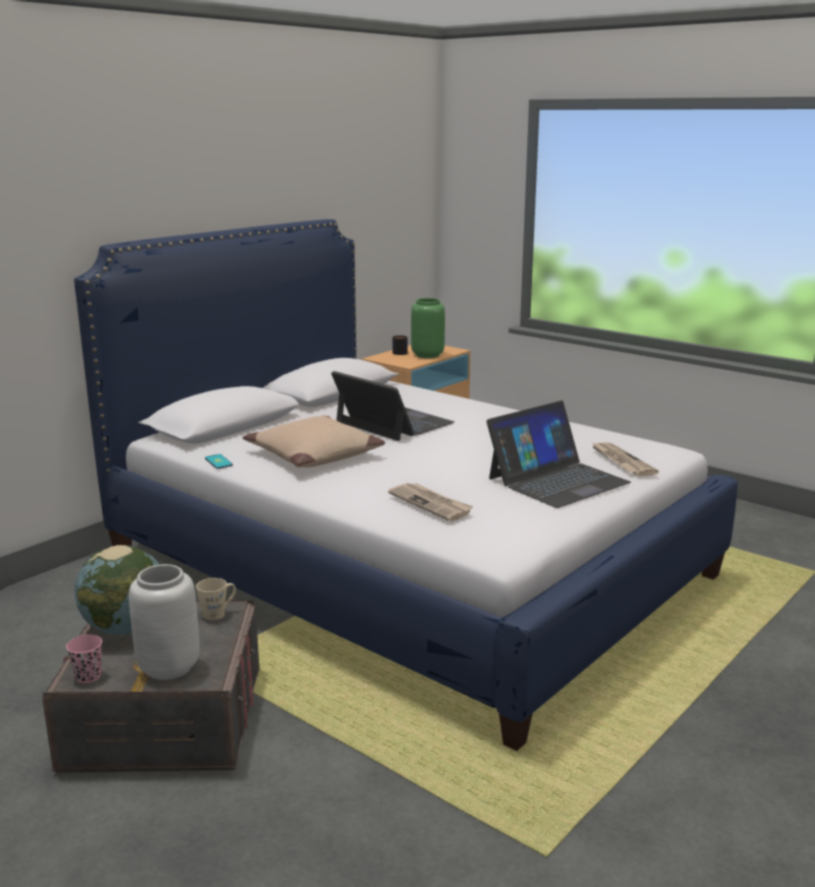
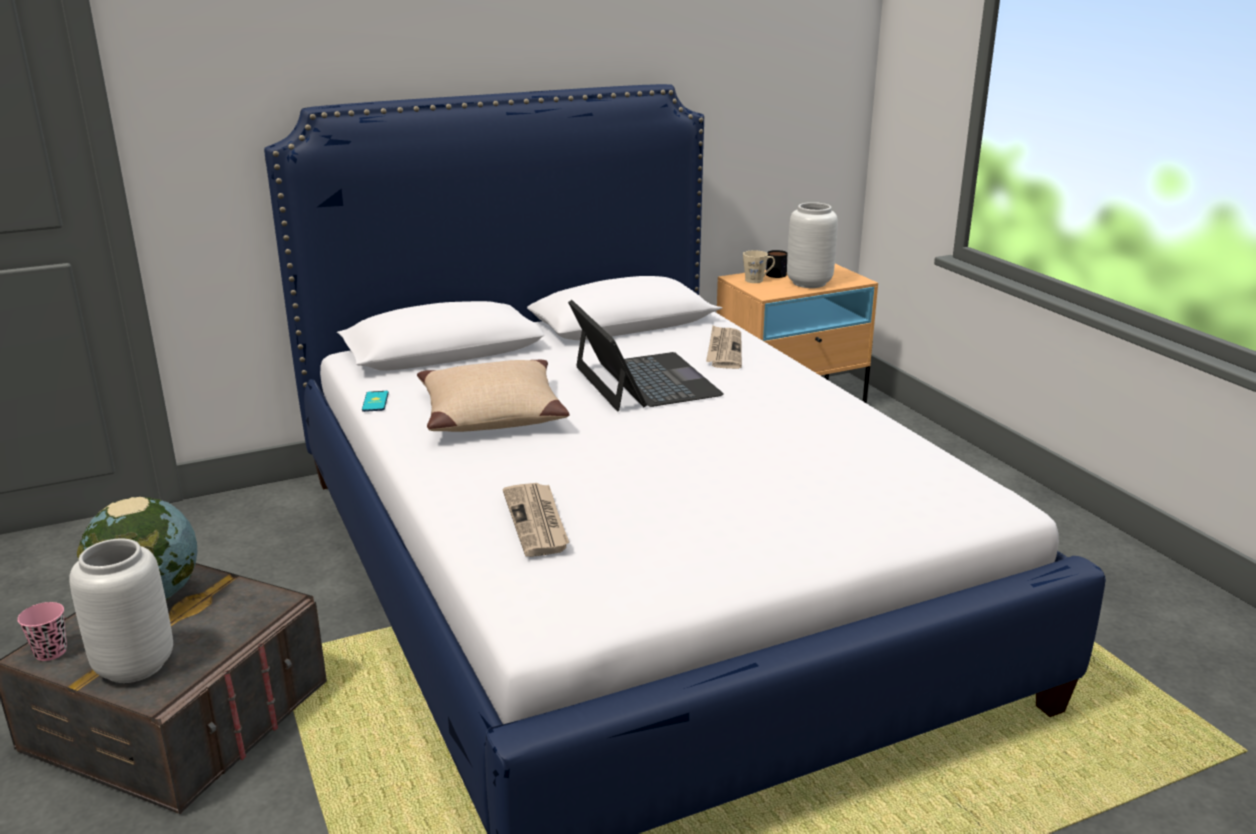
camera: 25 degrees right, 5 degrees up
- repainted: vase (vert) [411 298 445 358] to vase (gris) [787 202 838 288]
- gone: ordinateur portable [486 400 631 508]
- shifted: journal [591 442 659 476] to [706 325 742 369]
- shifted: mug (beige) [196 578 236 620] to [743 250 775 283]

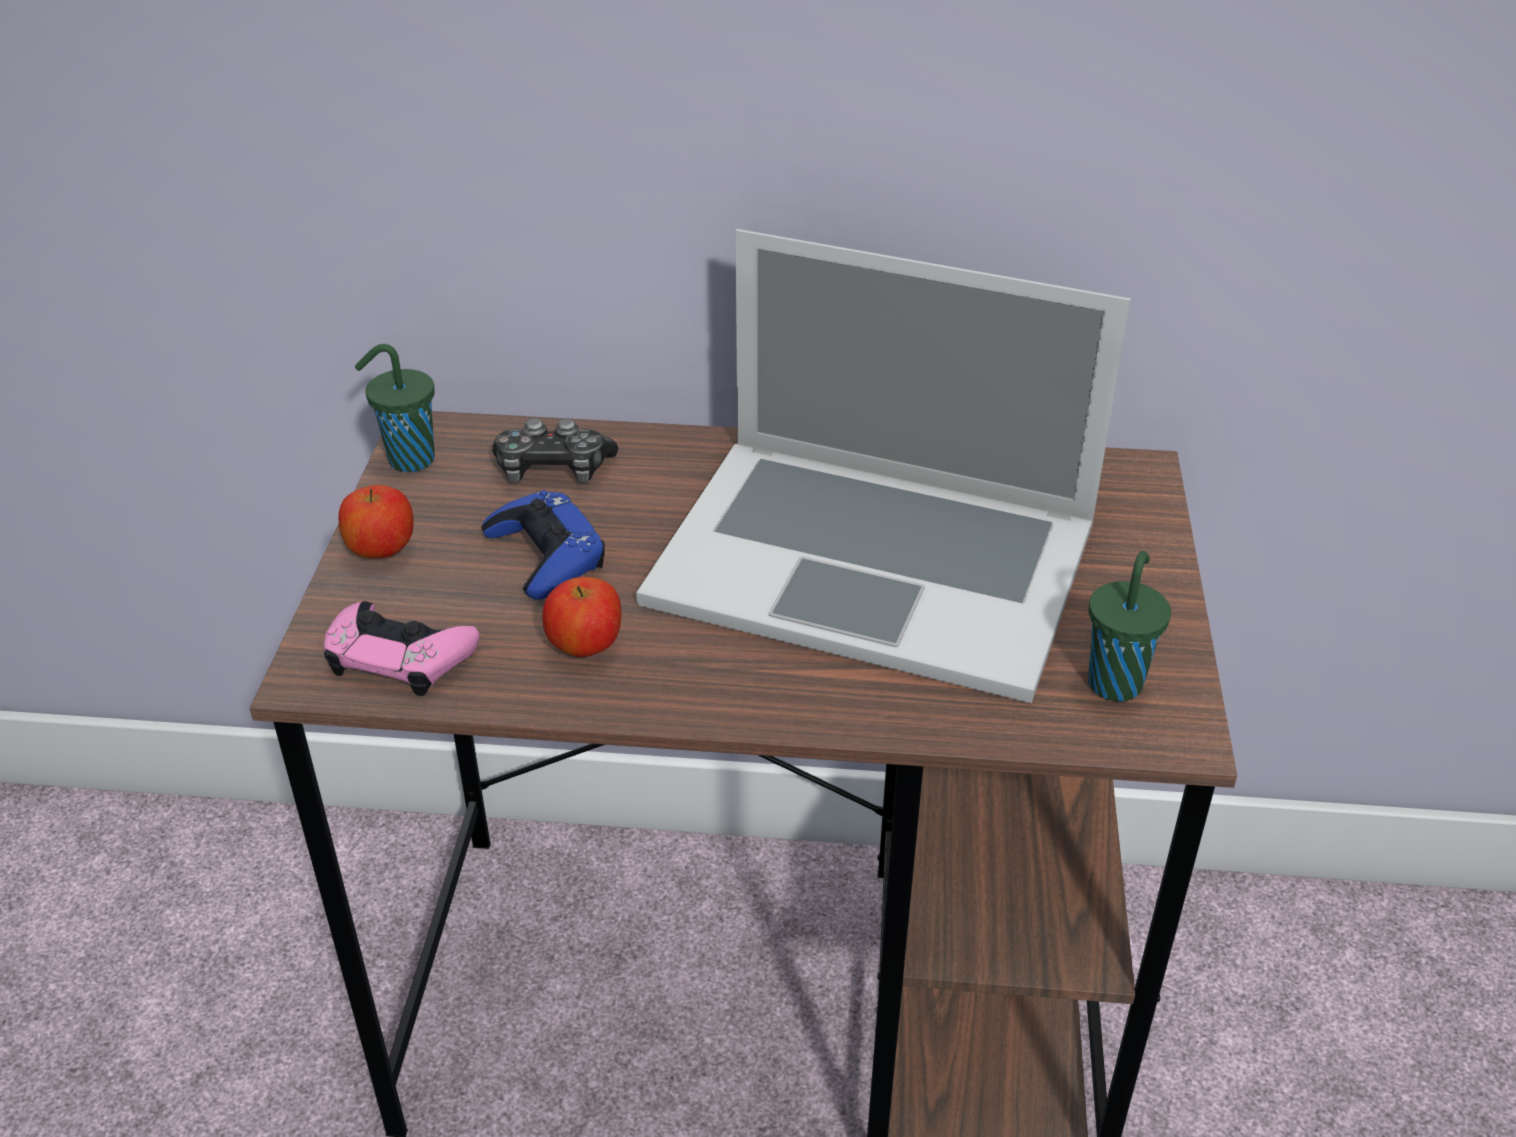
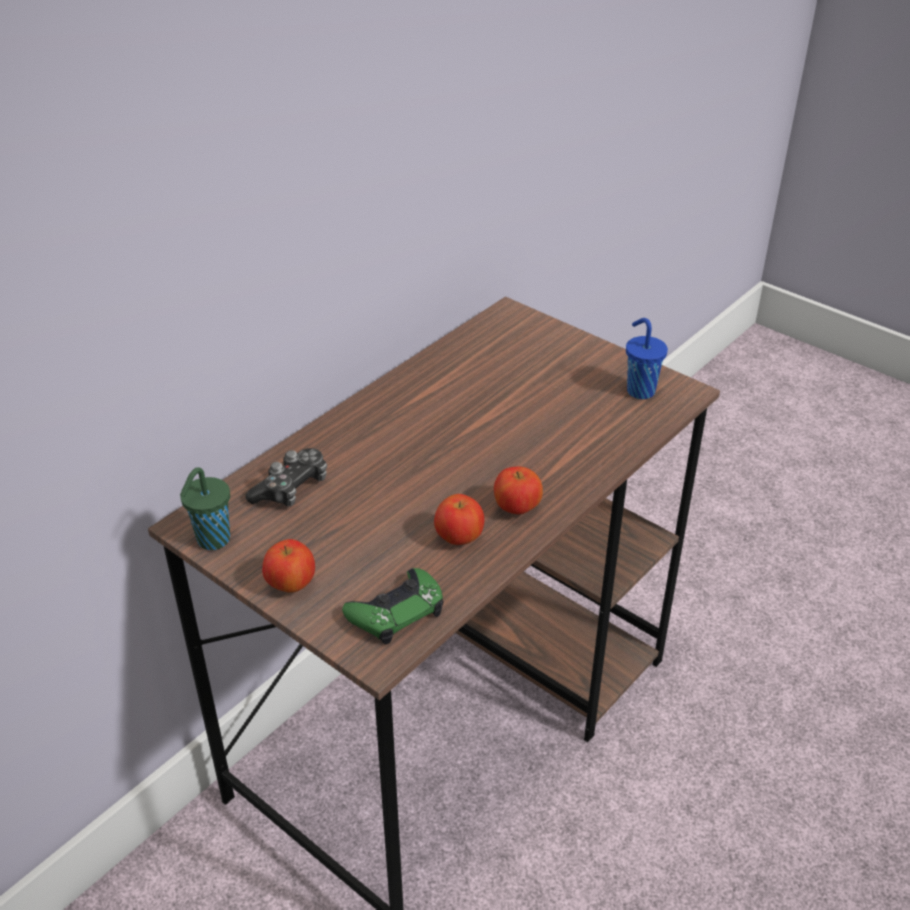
camera: 55 degrees left, 0 degrees up
- gone: ordinateur portable [636 229 1131 703]
- gone: manette (bleu) [482 491 605 600]
- repainted: tasse (vert) [1088 551 1171 702] to tasse (bleu) [626 318 668 399]
- repainted: manette (rose) [324 601 480 696] to manette (vert) [342 568 443 644]
- new: pomme [494 467 543 514]

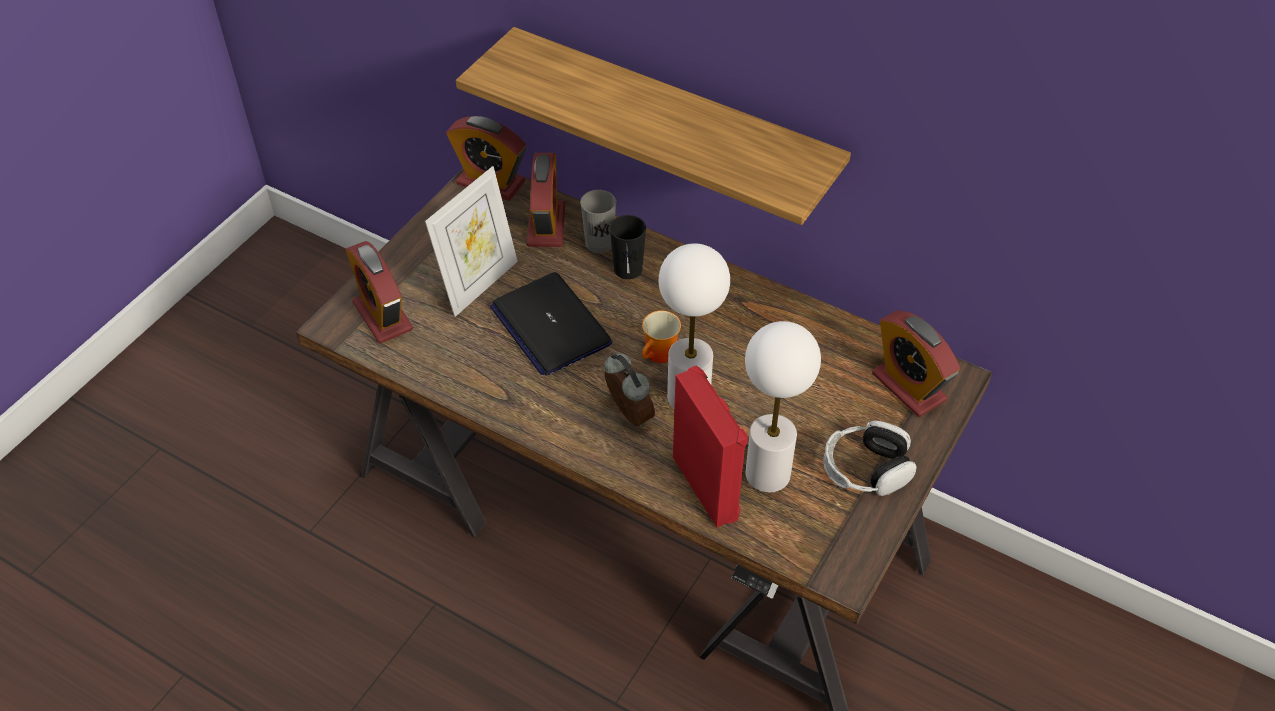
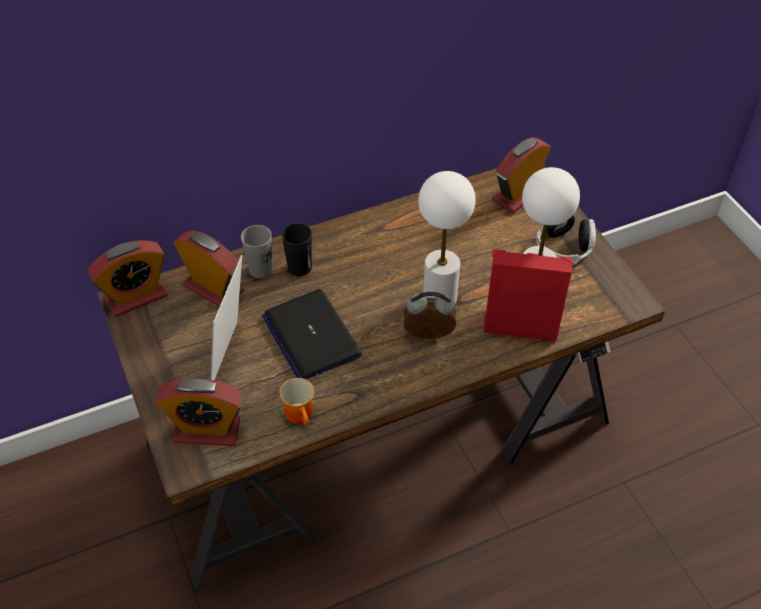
camera: 55 degrees left, 0 degrees up
- gone: étagère [456 27 851 225]
- rotated: cadre photo [425 166 518 317] = [211 255 242 380] 150 degrees counterclockwise
- rotated: ordinateur portable [490 272 612 376] = [262 289 362 379] 60 degrees clockwise
- shifted: mug [642 311 681 363] to [279 378 314 424]
- rotated: réveil [872 311 960 417] = [492 138 551 213] 135 degrees clockwise

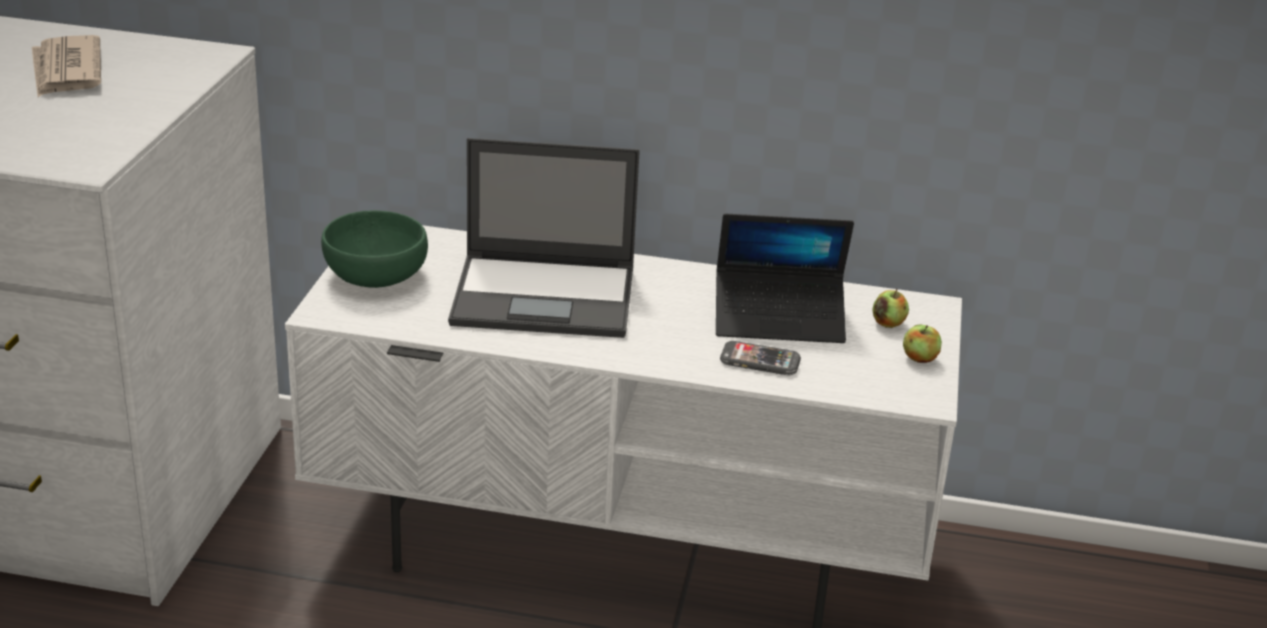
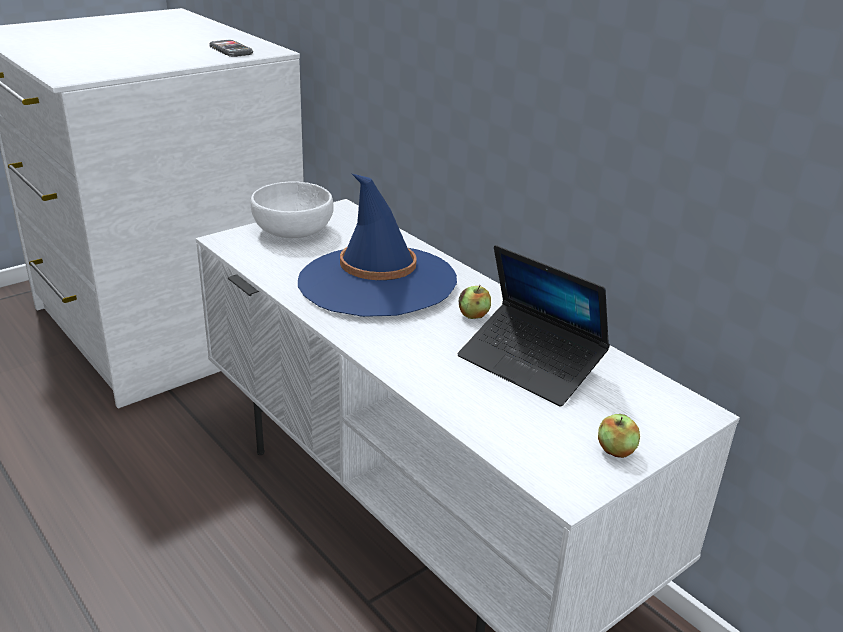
camera: 40 degrees right, 0 degrees up
- gone: journal [32 35 101 97]
- swapped: ordinateur portable [448 138 640 338] to chapeau (bleu) [298 174 457 317]
- repainted: bol (vert) [321 210 428 288] to bol (blanc) [251 181 334 238]
- shifted: pomme [872 288 909 328] to [459 285 491 319]
- shifted: téléphone [720 341 801 376] to [209 40 253 57]

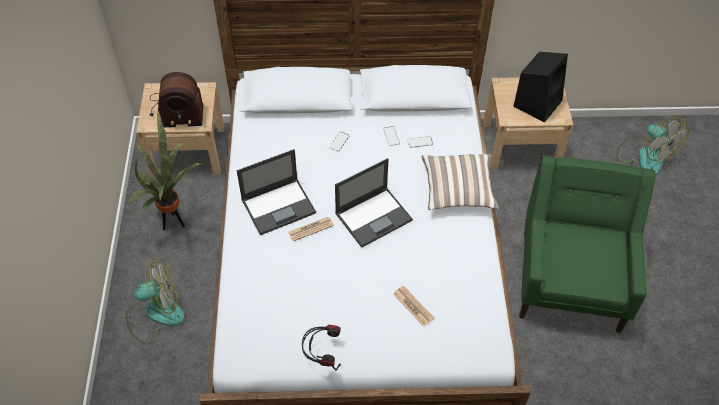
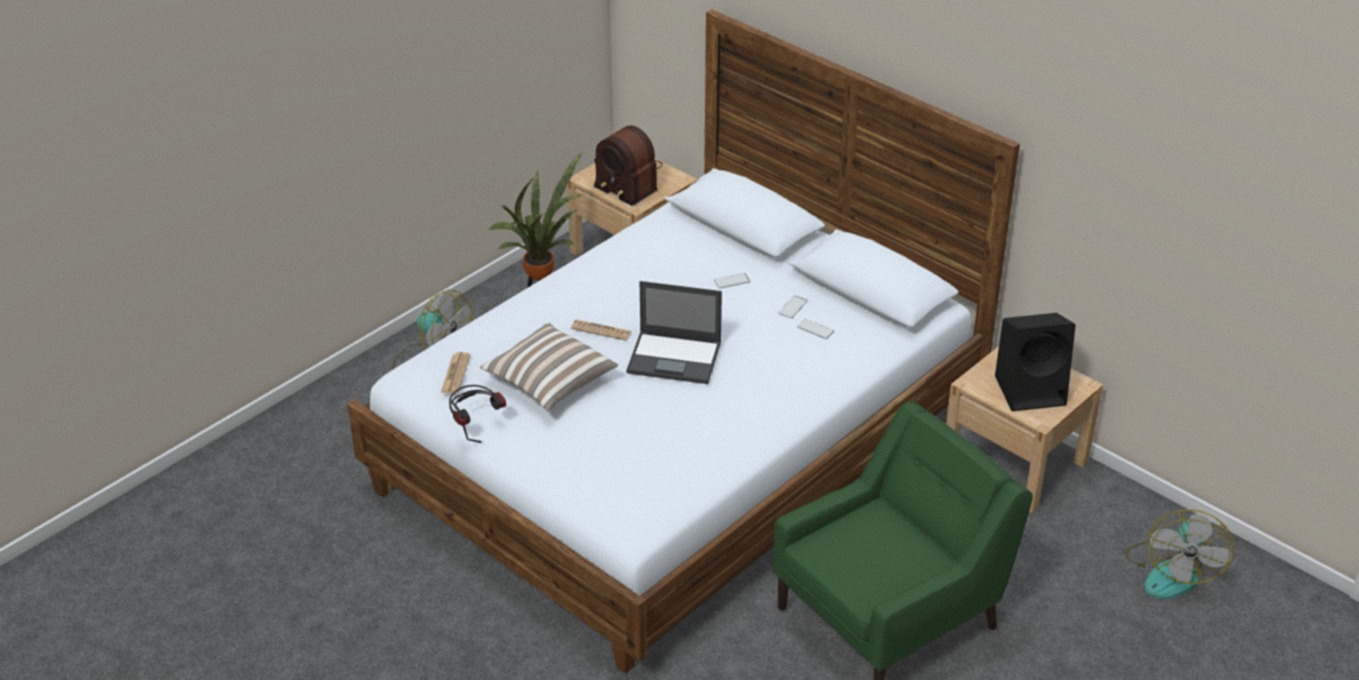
camera: 45 degrees right, 15 degrees down
- gone: ordinateur portable [237 149 316 235]
- shifted: coussin [422 154 499 210] to [480 322 618 411]
- shifted: journal [393 286 434 327] to [441 352 470 394]

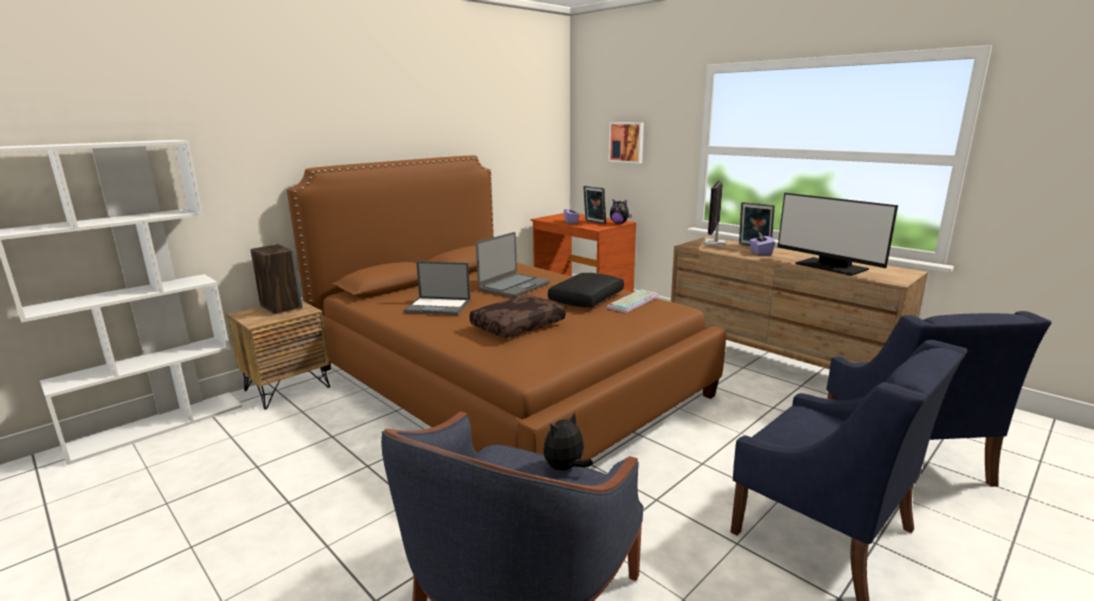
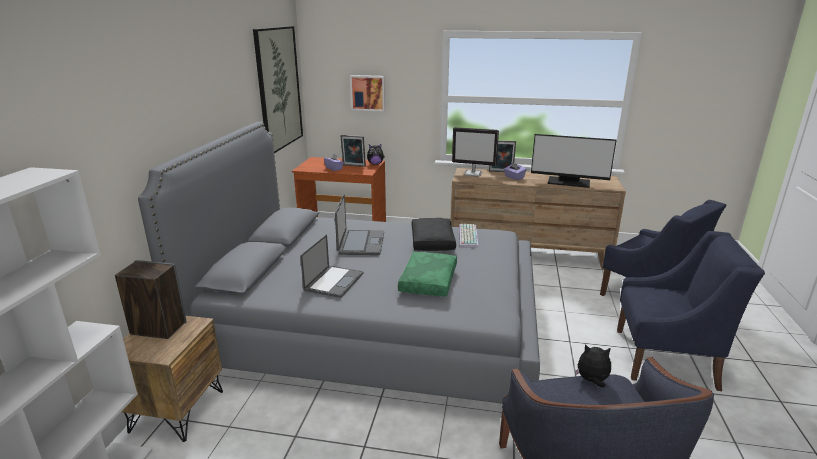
camera: 35 degrees left, 5 degrees up
- repainted: lit (marron) [287 155 726 460] to lit (gris) [138 121 540 404]
- rotated: écran d'ordinateur [703 180 727 246] = [452 127 499 177] 60 degrees counterclockwise
- rotated: ordinateur portable [403 261 471 315] = [300 234 364 298] 45 degrees counterclockwise
- repainted: coussin (marron) [469 295 566 338] to coussin (vert) [398 252 457 296]
- rotated: peluche [543 412 593 470] = [575 344 611 387] 90 degrees clockwise
- new: tableau [253 26 303 153]

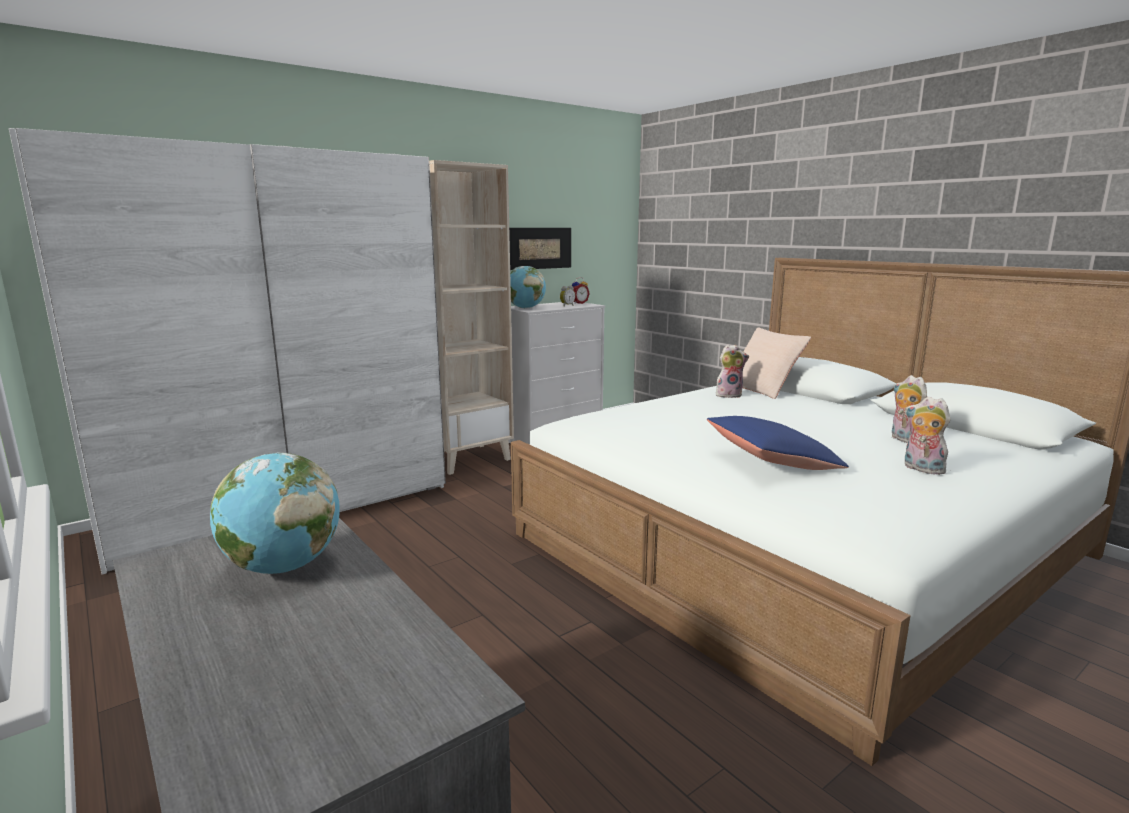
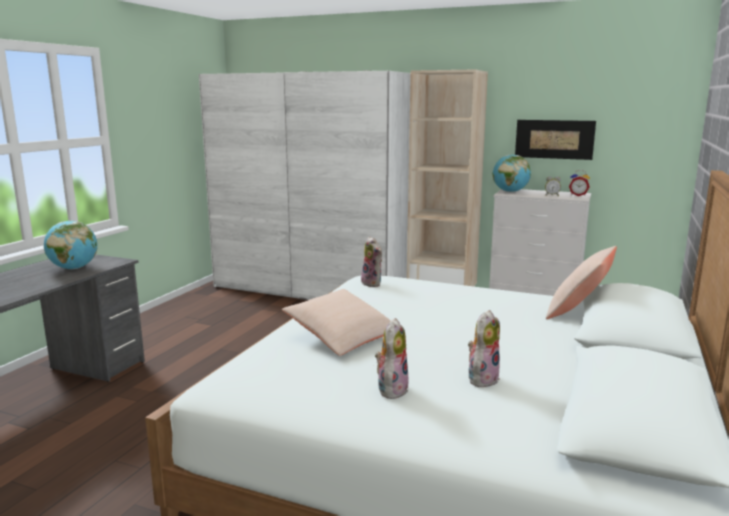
camera: 60 degrees right, 0 degrees up
- shifted: peluche [716 345 749 398] to [361 236 382 287]
- repainted: coussin (bleu) [707 416 849 470] to coussin (beige) [282 289 391 356]

